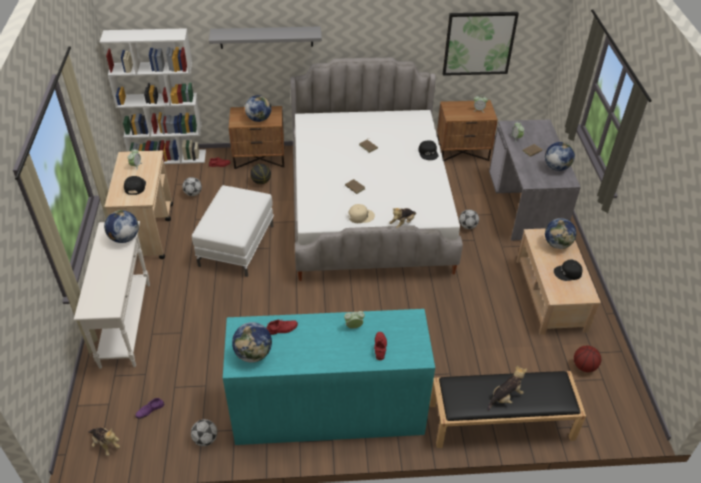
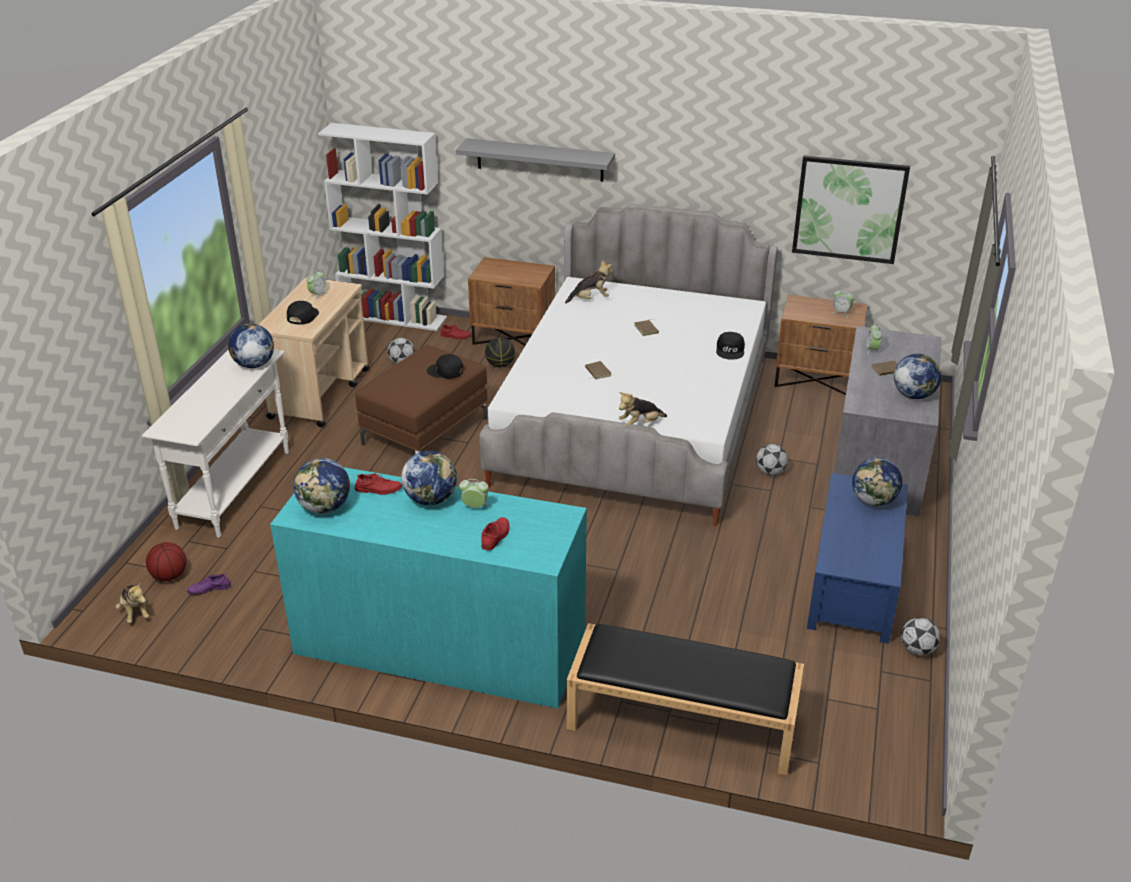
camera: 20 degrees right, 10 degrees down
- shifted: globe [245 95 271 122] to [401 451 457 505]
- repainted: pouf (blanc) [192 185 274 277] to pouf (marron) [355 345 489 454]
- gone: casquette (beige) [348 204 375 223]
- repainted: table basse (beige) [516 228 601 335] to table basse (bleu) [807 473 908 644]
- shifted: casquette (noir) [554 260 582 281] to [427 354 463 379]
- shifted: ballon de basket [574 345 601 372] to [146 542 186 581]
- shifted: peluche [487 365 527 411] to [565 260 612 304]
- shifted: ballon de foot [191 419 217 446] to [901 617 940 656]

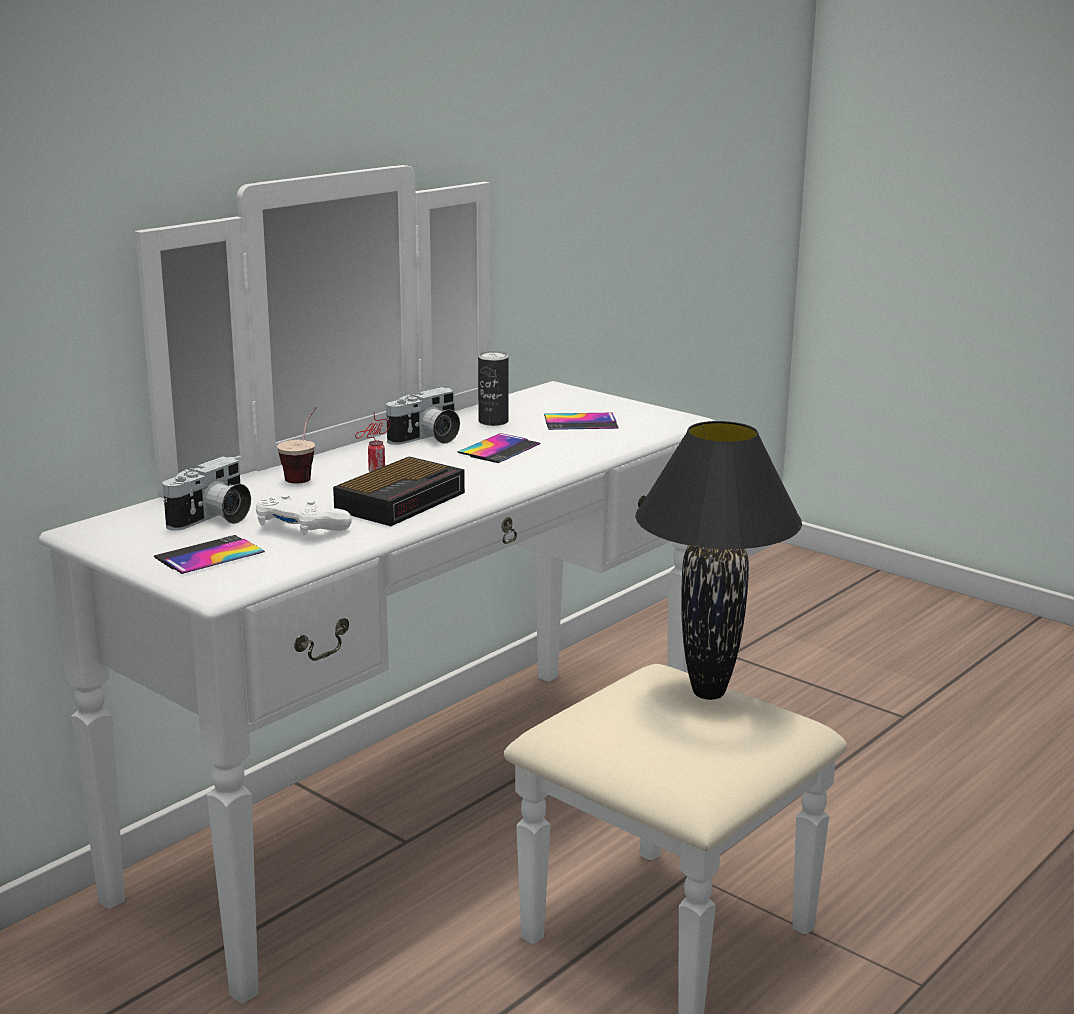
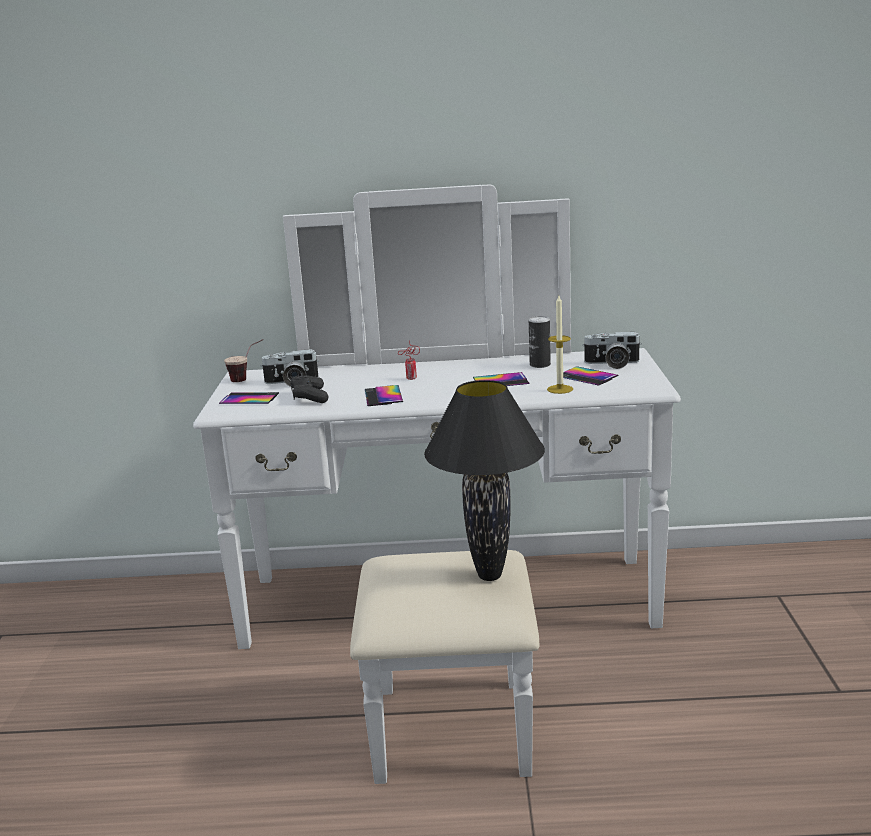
camera: 50 degrees right, 0 degrees up
- shifted: appareil photo [386 387 460 445] to [582 332 642 369]
- shifted: tasse [277 407 317 483] to [224 339 263 382]
- swapped: réveil [333 457 465 526] to téléphone [365 385 403 406]
- repainted: manette (blanc) [256 495 352 535] to manette (noir) [290 375 328 403]
- new: bougie [547 295 573 394]

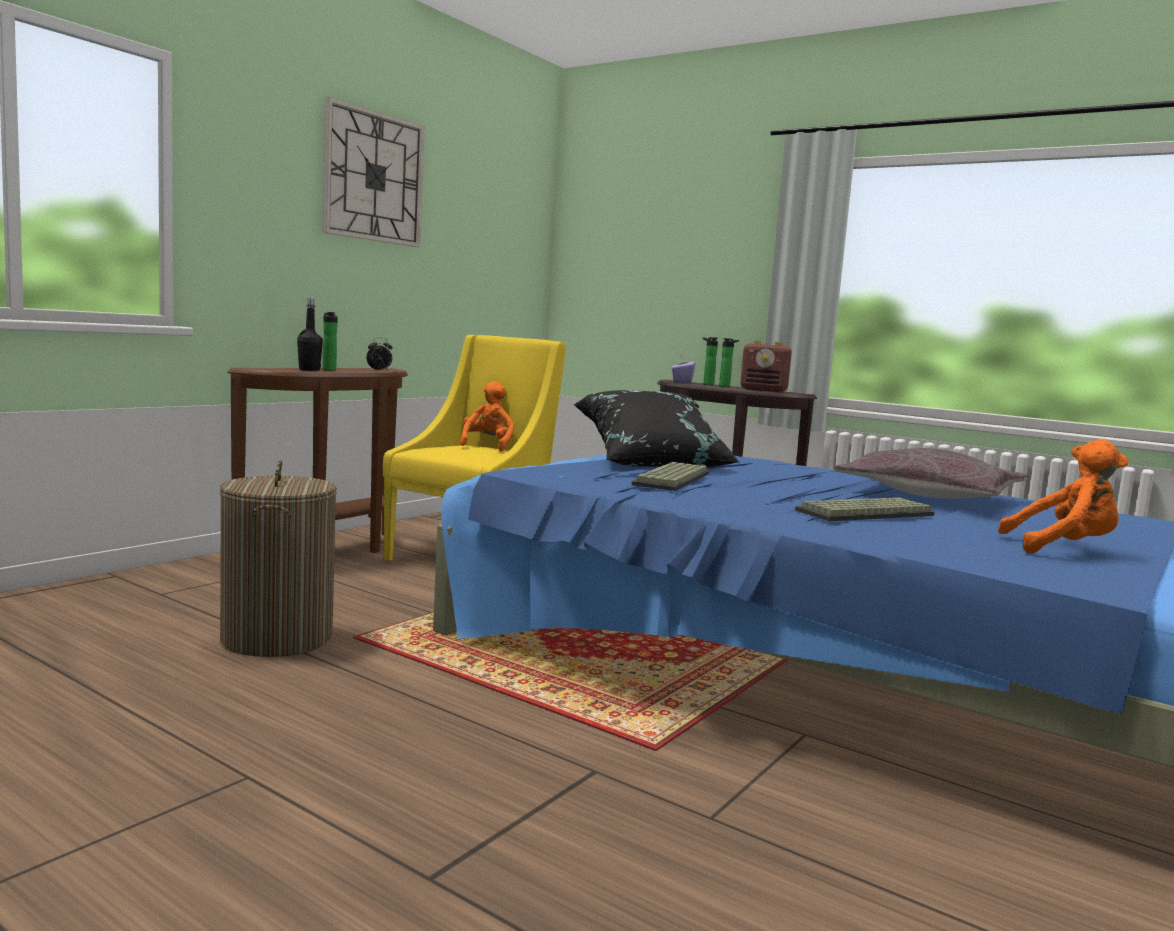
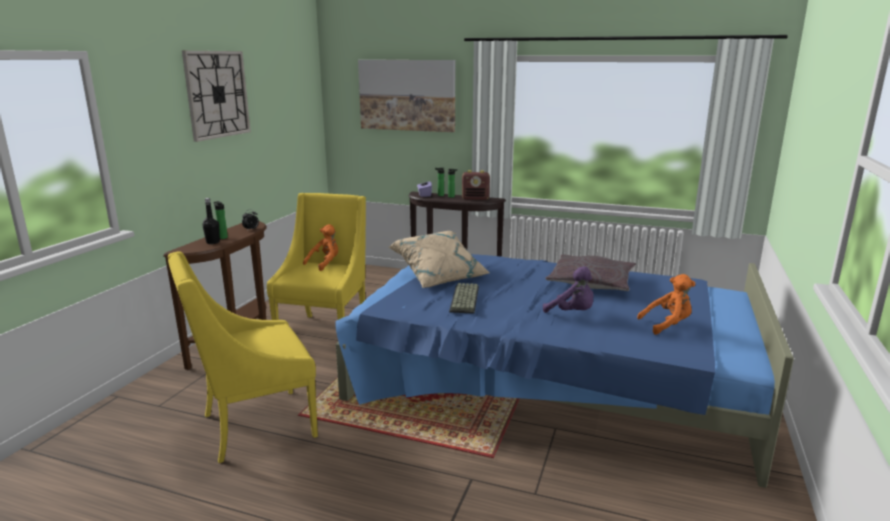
camera: 15 degrees left, 10 degrees up
- rotated: peluche (orange) [460 381 515 451] = [303 224 338 271] 45 degrees clockwise
- repainted: coussin (noir) [573 390 740 467] to coussin (beige) [389 231 489 288]
- swapped: panier à linge [220 460 337 657] to fauteuil (jaune) [168 251 318 463]
- swapped: clavier [795 498 934 521] to peluche (violet) [543 266 594 313]
- new: tableau [358 60 455 132]

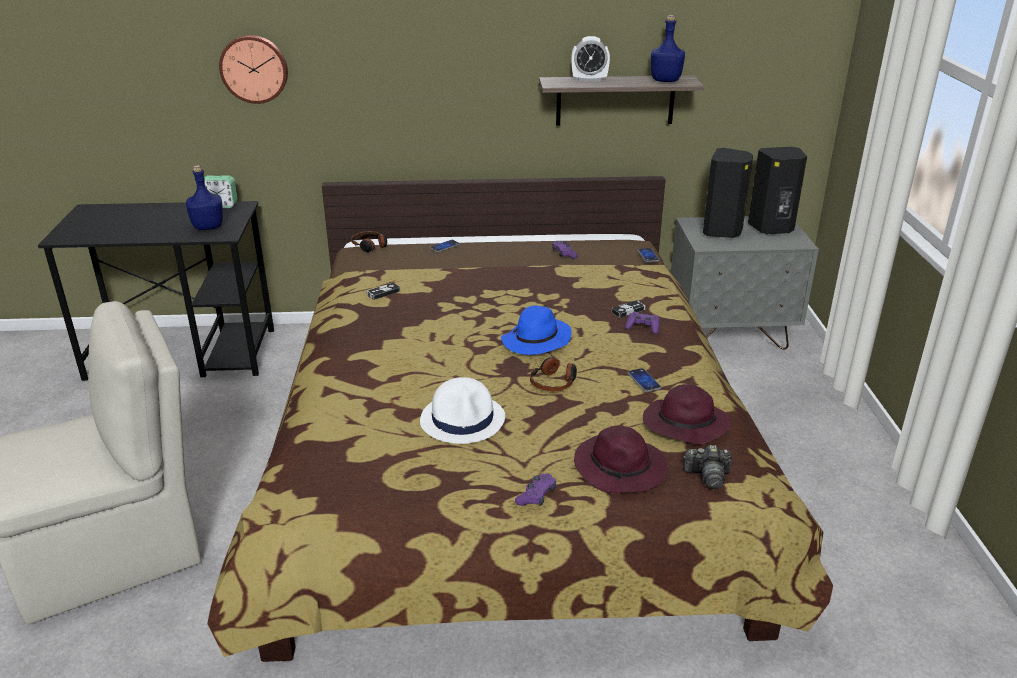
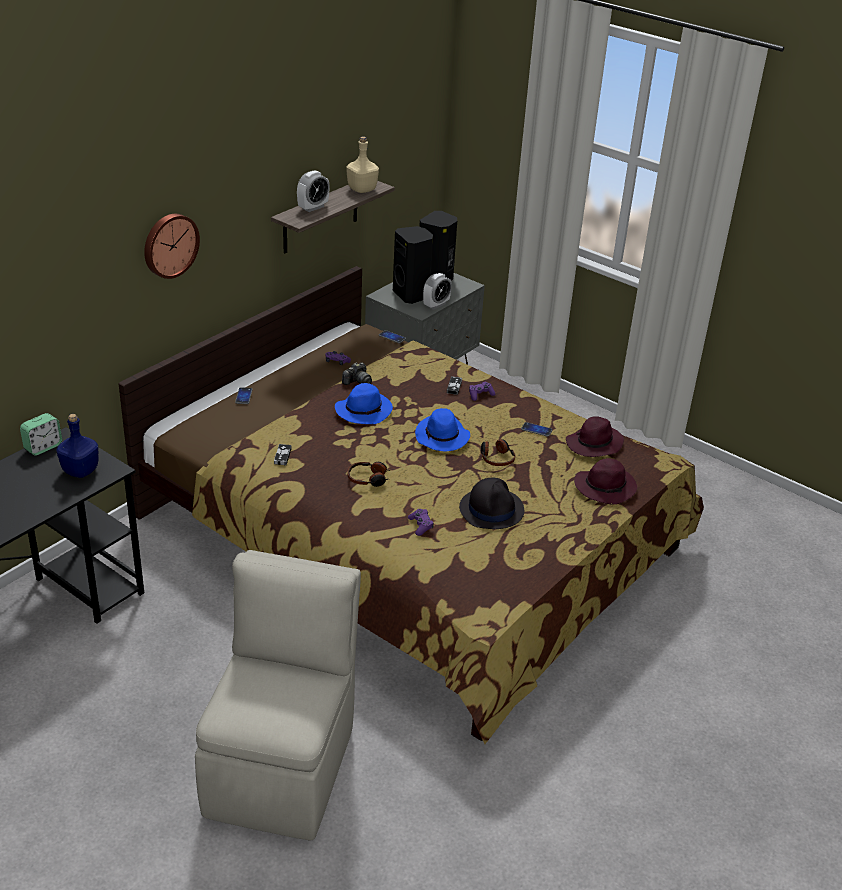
camera: 50 degrees left, 5 degrees up
- repainted: bouteille (bleu) [651 15 685 82] to bouteille (beige) [346 137 379 193]
- shifted: horloge murale [219 35 288 104] to [144 214 200 279]
- shifted: casque audio [351 231 387 252] to [348 462 390 487]
- repainted: chapeau (blanc) [420 377 505 444] to chapeau (noir) [459 478 524 529]
- shifted: appareil photo [683 445 732 489] to [342 362 372 385]
- shifted: manette (violet) [515 473 556 506] to [408 509 434 536]
- new: réveil [423 273 452 310]
- new: chapeau (bleu) [335 383 393 424]

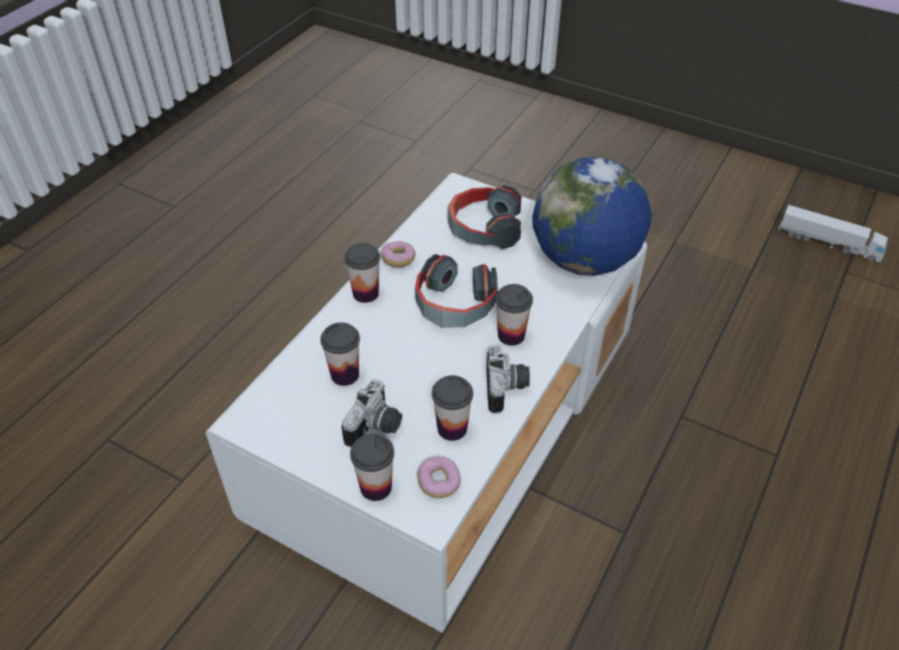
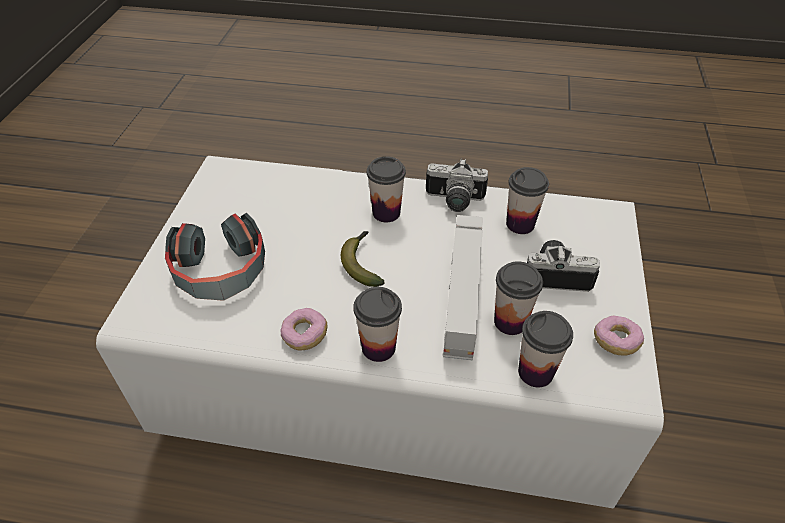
camera: 110 degrees left, 0 degrees up
- gone: globe [532 157 652 276]
- shifted: camion jouet [778 205 888 263] to [443 215 483 360]
- swapped: casque audio [415 254 498 328] to banane [341 231 385 287]
- rotated: appareil photo [486 345 530 414] = [426 159 488 212] 150 degrees counterclockwise
- shifted: tasse [350 433 394 501] to [518 311 573 387]
- shifted: beignet [417 456 461 498] to [594 316 644 355]

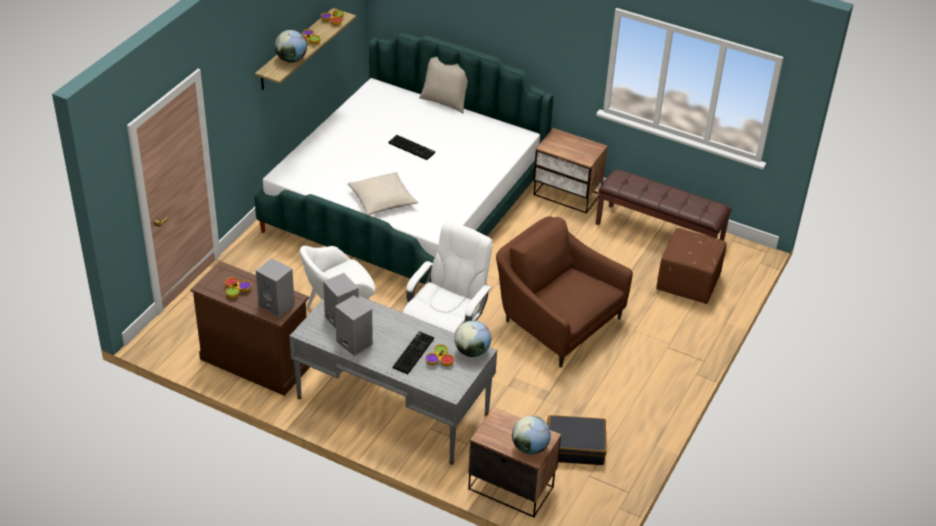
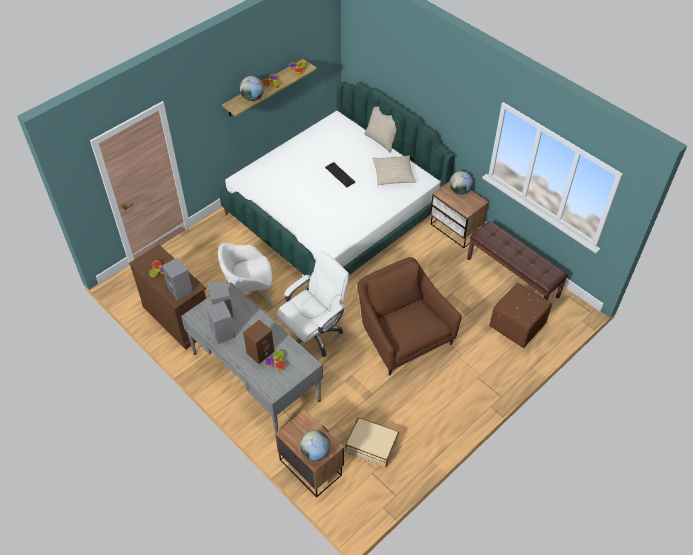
camera: 20 degrees right, 10 degrees up
- shifted: coussin (beige) [347 172 418 215] to [372 156 416 185]
- shifted: globe [454 320 491 357] to [449 171 473 195]
- swapped: clavier [393 331 434 374] to enceinte (marron) [243 320 274 364]
- repainted: valise (noir) [547 415 607 465] to valise (beige) [345 417 399 467]

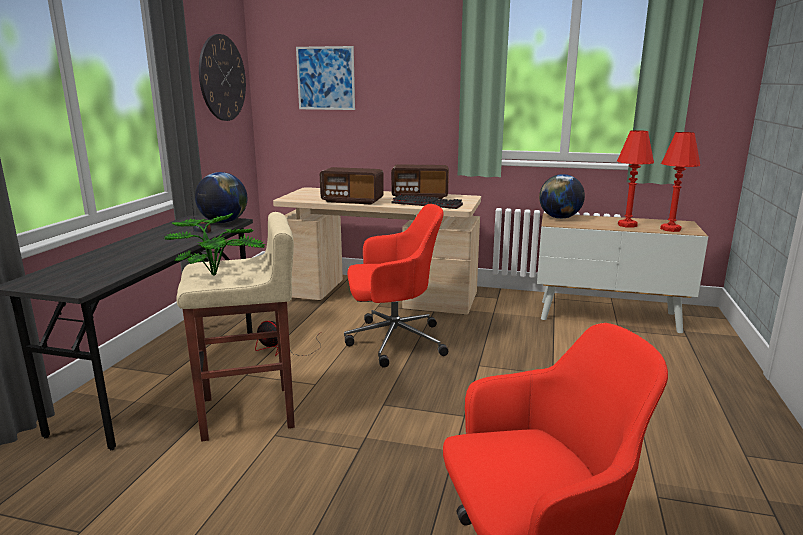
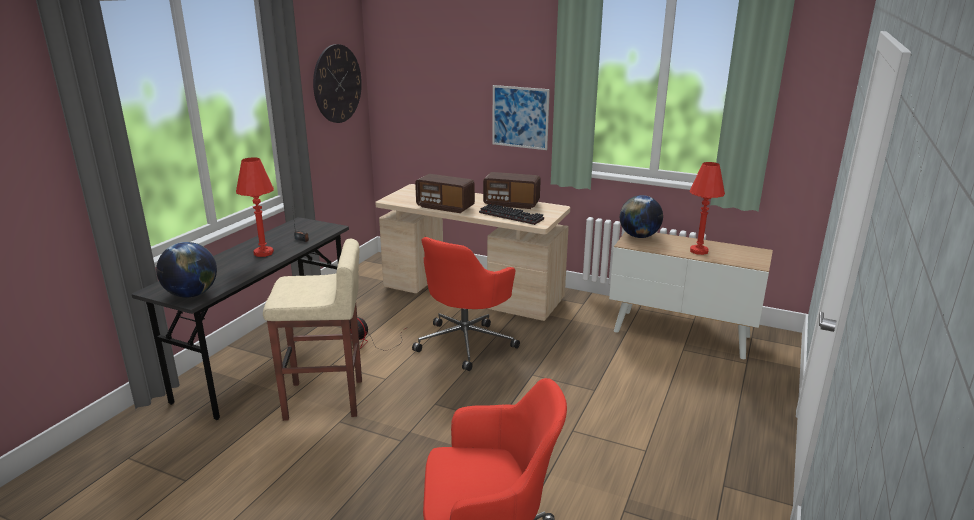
camera: 10 degrees right, 5 degrees up
- shifted: tableau [296 46 355 110] to [492 85 550 150]
- shifted: lampe de table (rouge) [660 132 700 232] to [236 157 274 257]
- shifted: globe [195 172 247 223] to [156 242 217 298]
- rotated: chaise de bureau (rouge) [344 204 448 368] = [412 237 520 371] 120 degrees clockwise
- gone: plante en pot [164 213 266 276]

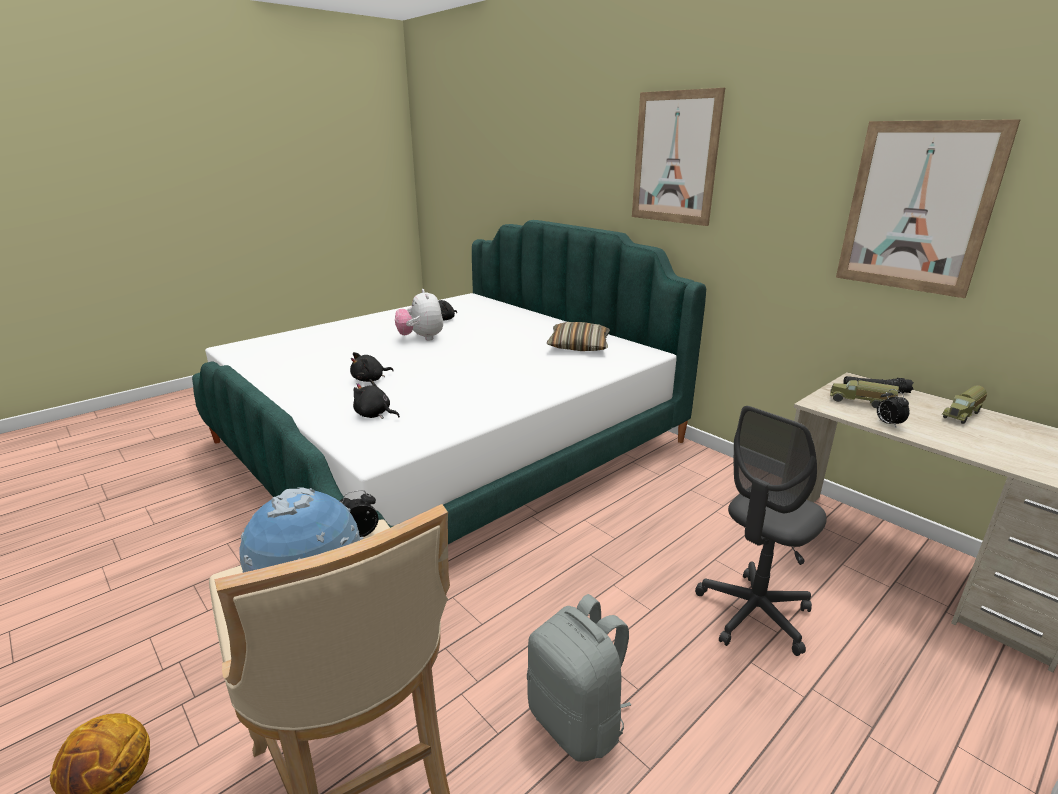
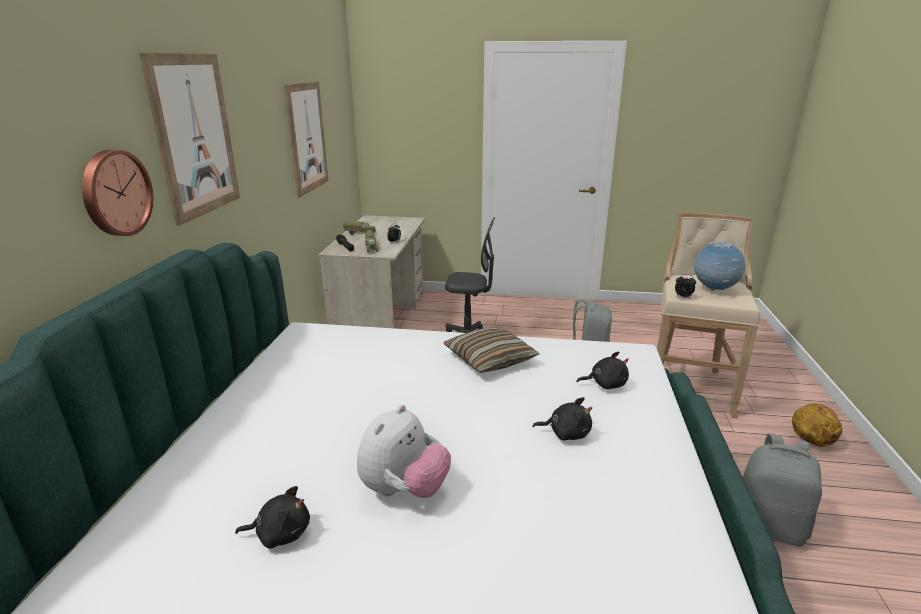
camera: 130 degrees left, 0 degrees up
- shifted: coussin [547 322 610 351] to [444 328 540 373]
- rotated: peluche (noir) [353 379 400 419] = [576 351 629 390] 75 degrees counterclockwise
- new: horloge murale [82 150 153 236]
- new: sac à dos (gris) [743 433 822 547]

